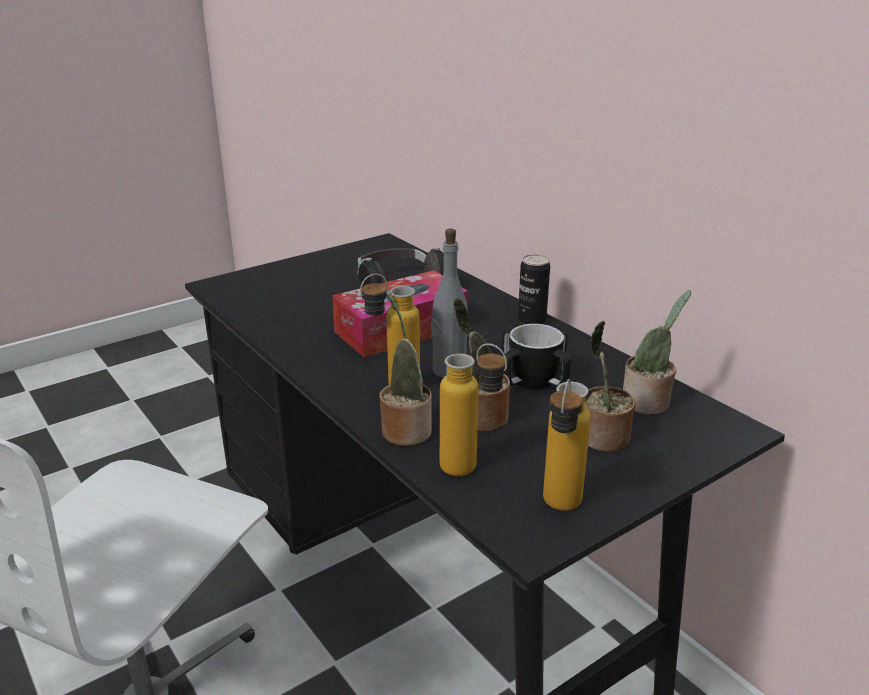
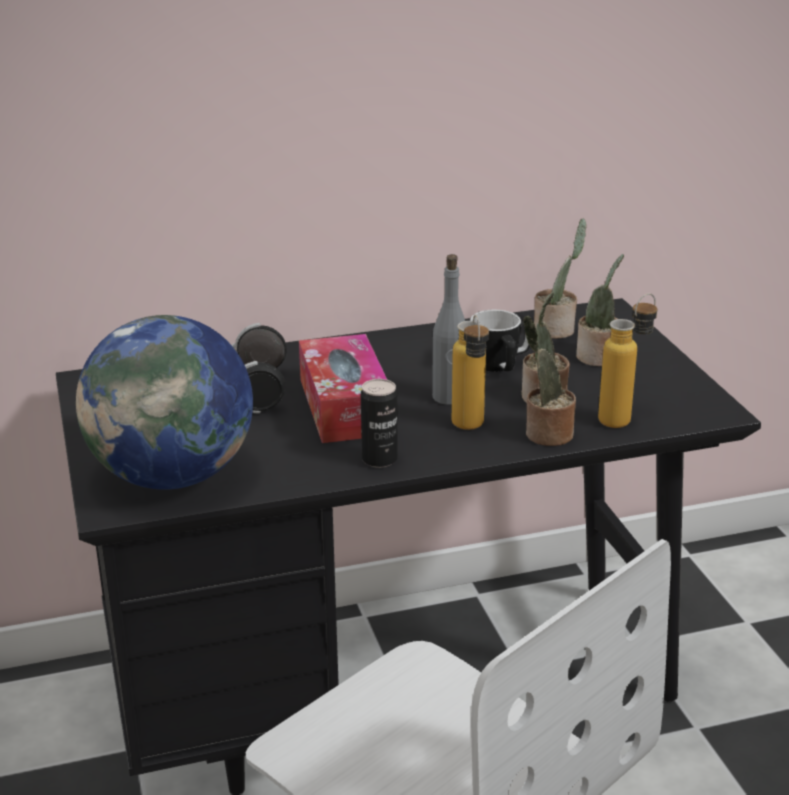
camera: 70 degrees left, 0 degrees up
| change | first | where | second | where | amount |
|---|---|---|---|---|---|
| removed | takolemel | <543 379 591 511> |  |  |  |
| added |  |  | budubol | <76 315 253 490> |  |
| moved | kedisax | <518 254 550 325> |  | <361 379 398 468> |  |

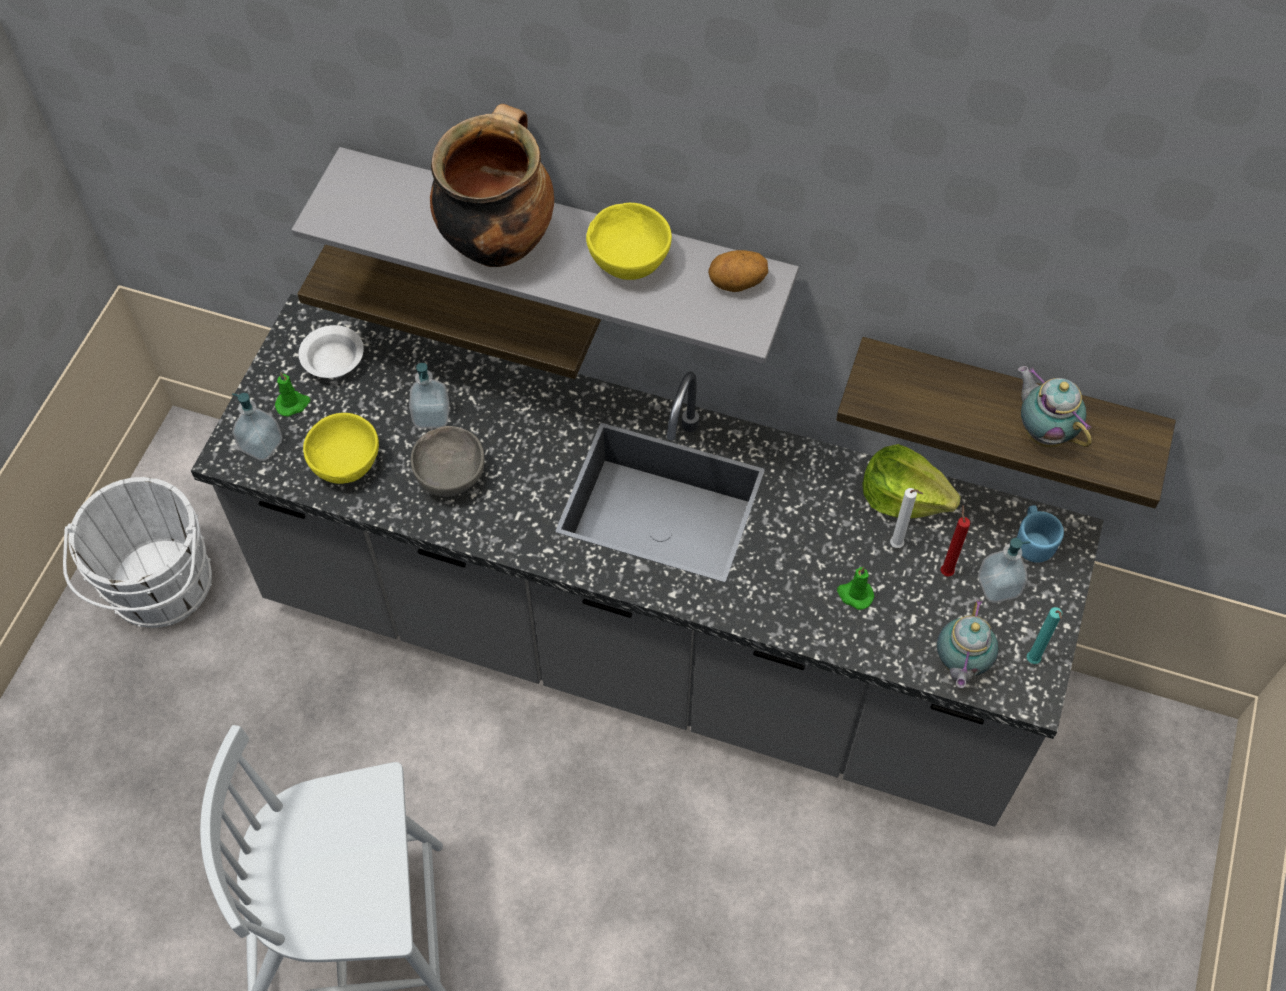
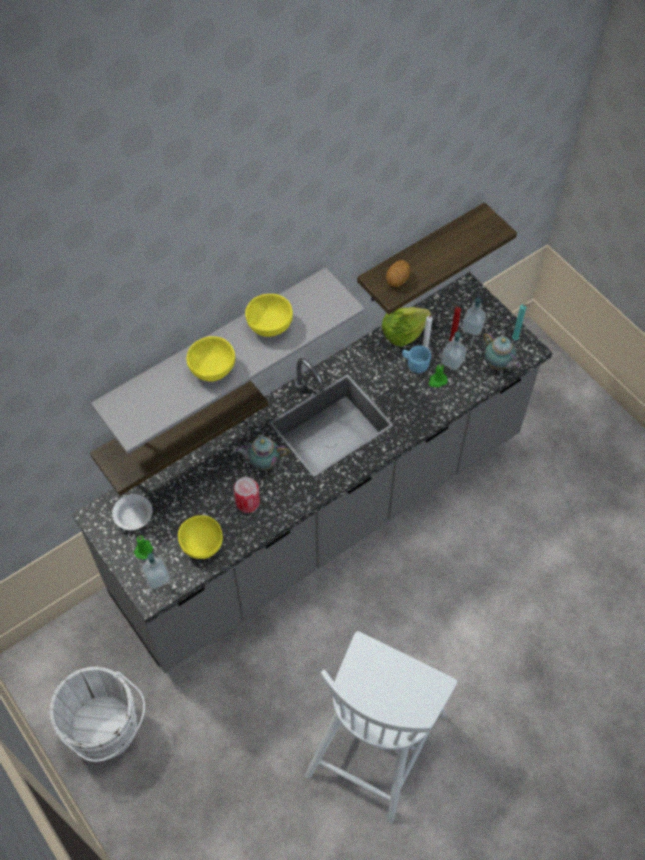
camera: 55 degrees left, 0 degrees up
| change | first | where | second | where | amount |
|---|---|---|---|---|---|
| moved | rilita | <409 363 449 428> |  | <441 332 467 370> |  |
| moved | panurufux | <708 250 768 292> |  | <386 260 410 287> |  |
| moved | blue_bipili | <1017 505 1064 563> |  | <402 345 431 373> |  |
| moved | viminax | <1018 366 1092 447> |  | <235 436 290 471> |  |
| replaced | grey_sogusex | <410 426 485 497> | kedisax | <234 477 260 513> |  |
| replaced | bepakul | <430 104 554 267> | yellow_sogusex | <186 336 235 382> |  |

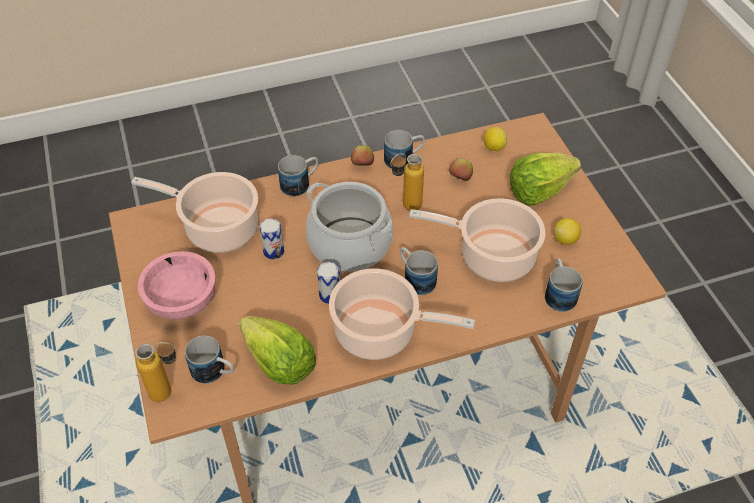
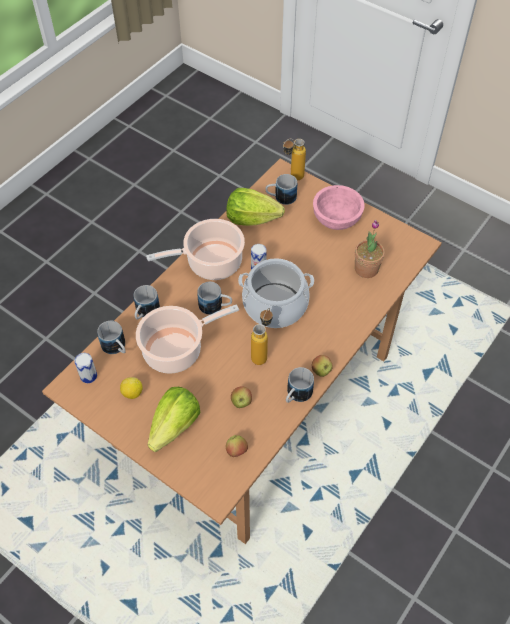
camera: 145 degrees right, 5 degrees up
| change | first | where | second | where | amount |
|---|---|---|---|---|---|
| moved | kedisax | <259 219 284 260> |  | <74 353 97 383> |  |
| moved | bipili | <278 155 318 196> |  | <133 285 160 320> |  |
| replaced | bepakul | <131 172 258 253> | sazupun | <355 220 385 278> |  |
| replaced | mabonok | <484 127 507 151> | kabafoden | <226 435 248 457> |  |

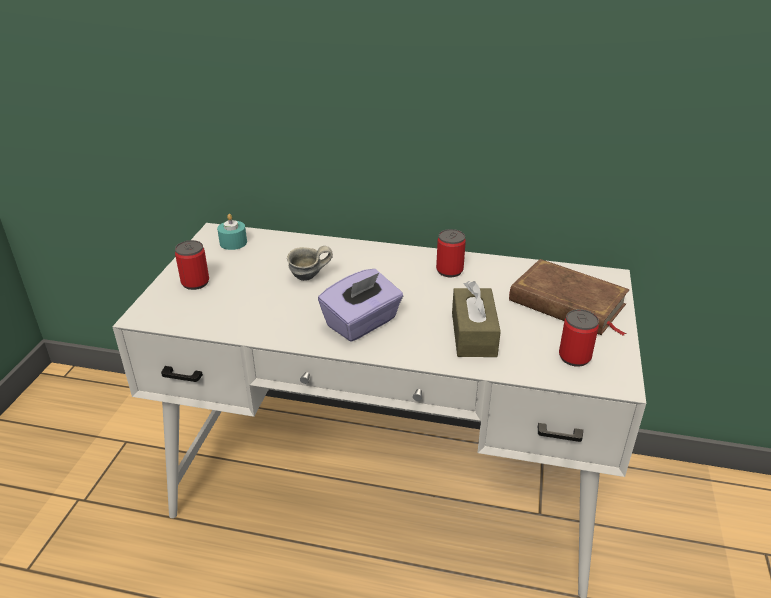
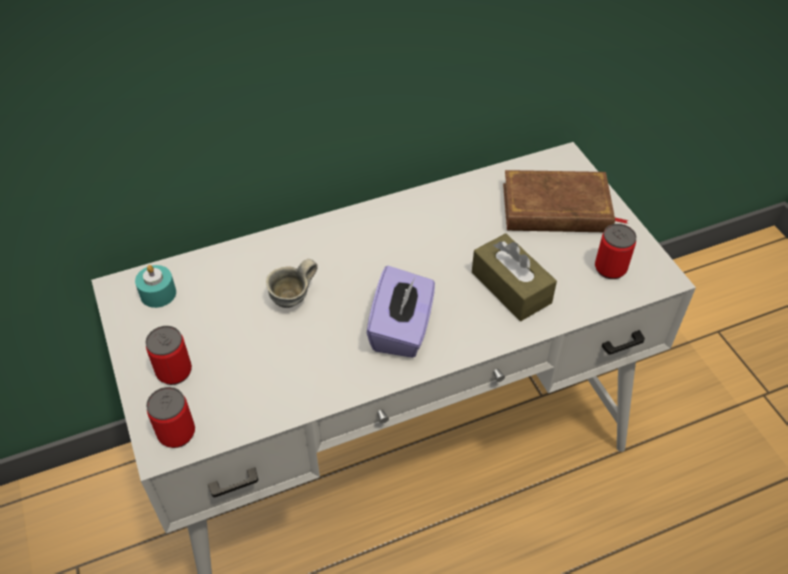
camera: 35 degrees left, 15 degrees up
| change | first | where | second | where | amount |
|---|---|---|---|---|---|
| moved | kedisax | <436 229 466 277> |  | <146 387 195 448> |  |

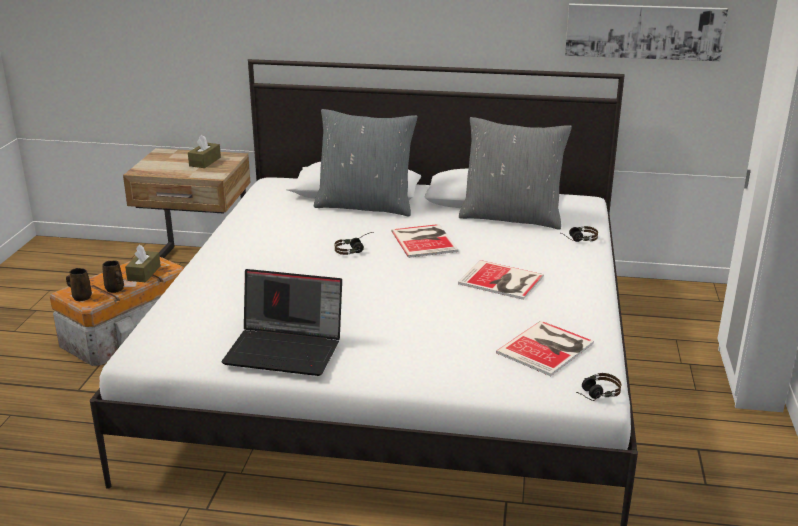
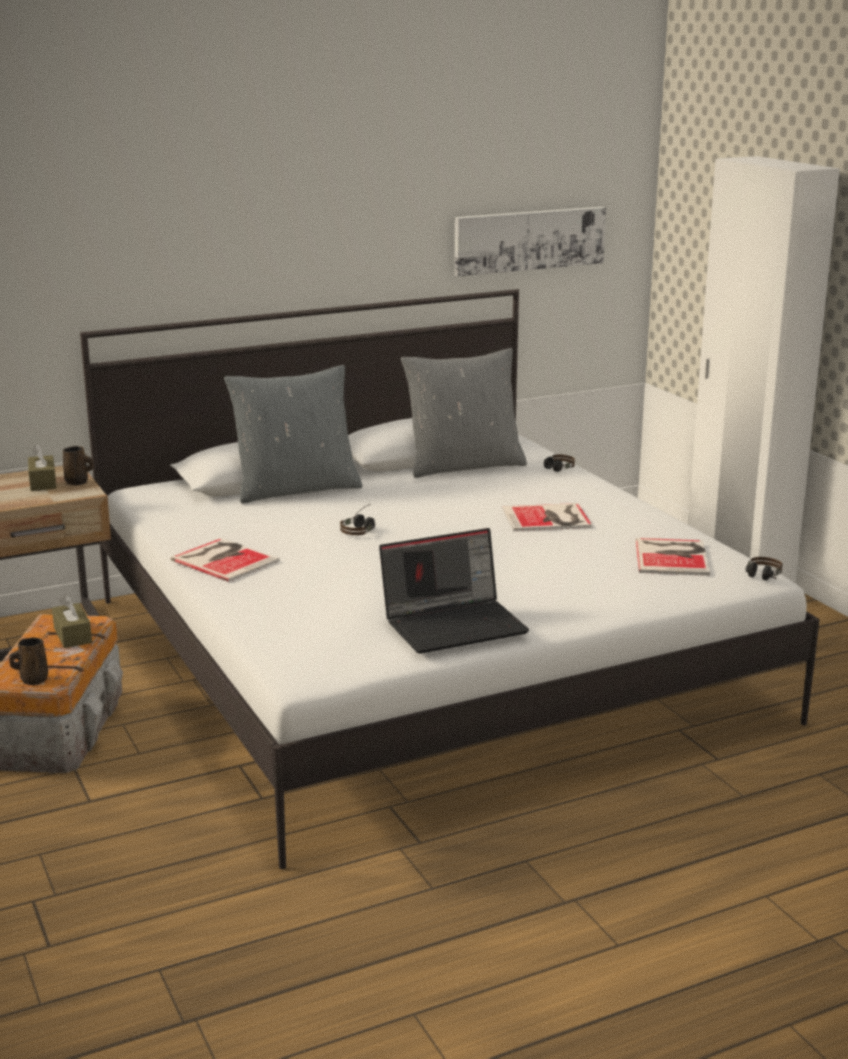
camera: 35 degrees left, 5 degrees down
| change | first | where | second | where | amount |
|---|---|---|---|---|---|
| moved | brown_bipili | <102 260 124 293> |  | <63 446 93 485> |  |
| moved | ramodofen | <391 224 459 258> |  | <171 538 280 582> |  |

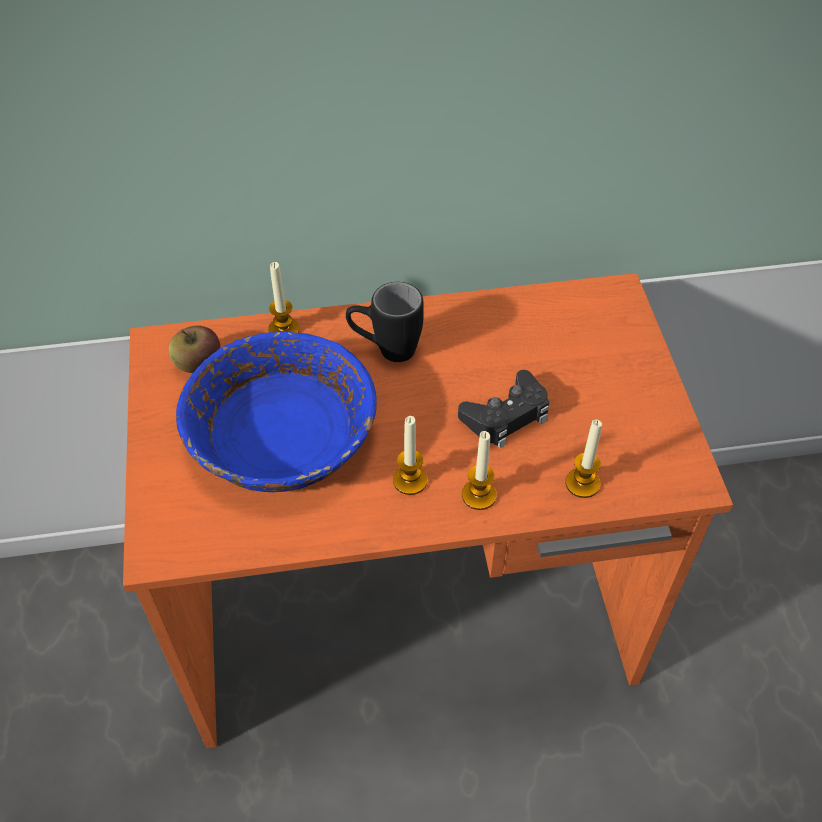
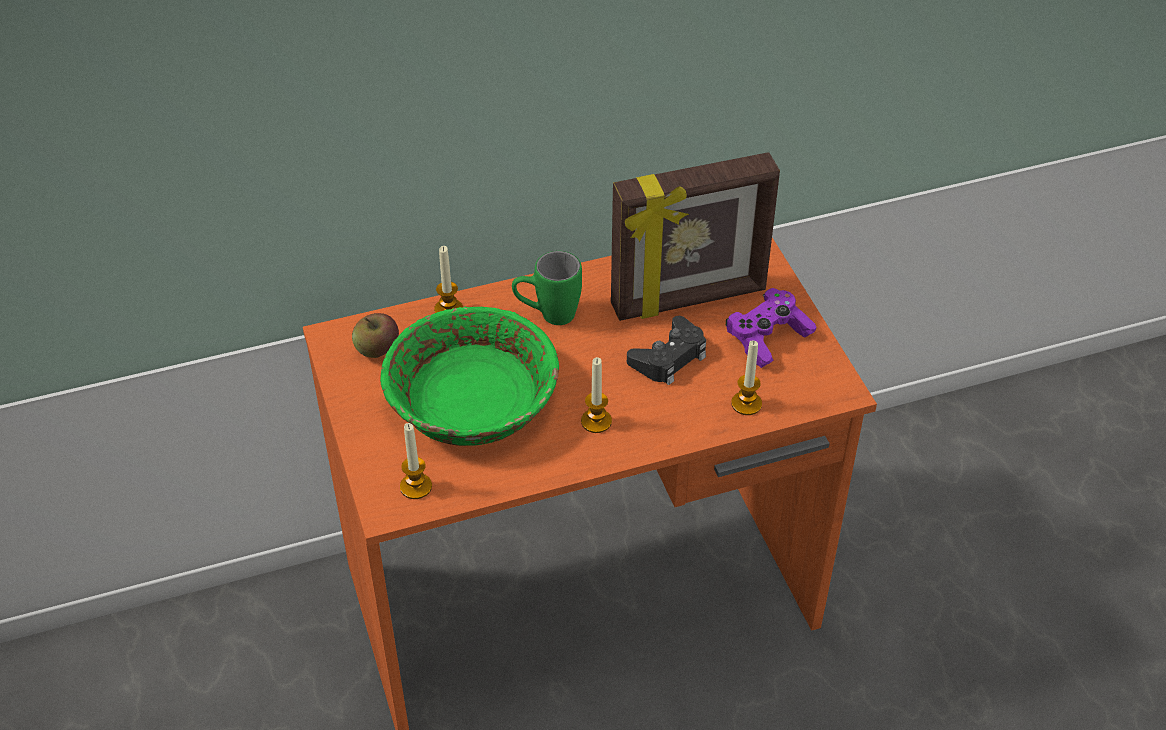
camera: 10 degrees left, 5 degrees down
| change | first | where | second | where | amount |
|---|---|---|---|---|---|
| added |  |  | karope | <611 152 780 321> |  |
| added |  |  | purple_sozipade | <726 288 816 368> |  |
| moved | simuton | <462 431 497 510> |  | <400 423 432 499> |  |
| recoloured | blue_sogusex | <176 331 377 492> | green_sogusex | <380 307 559 446> |  |
| recoloured | black_bipili | <346 282 424 362> | green_bipili | <512 251 582 325> |  |

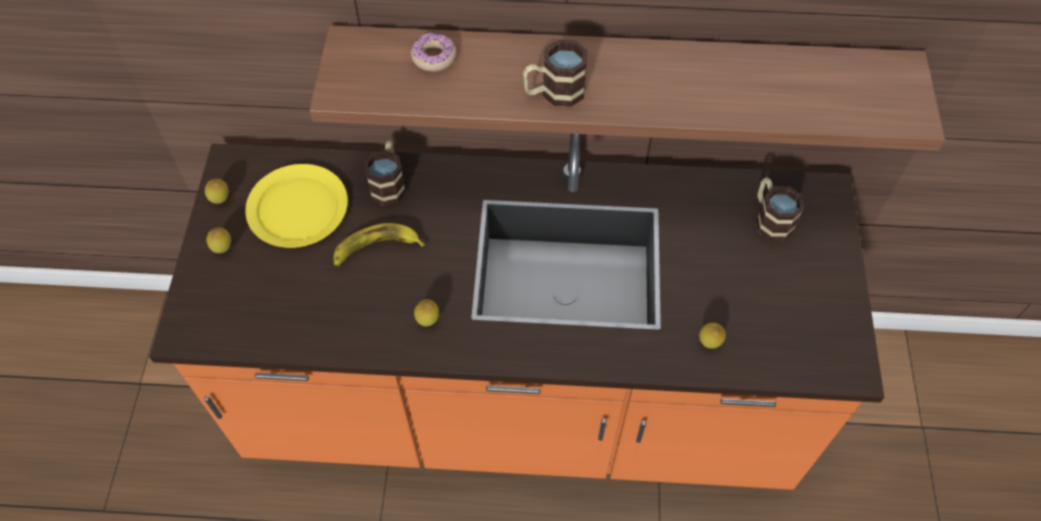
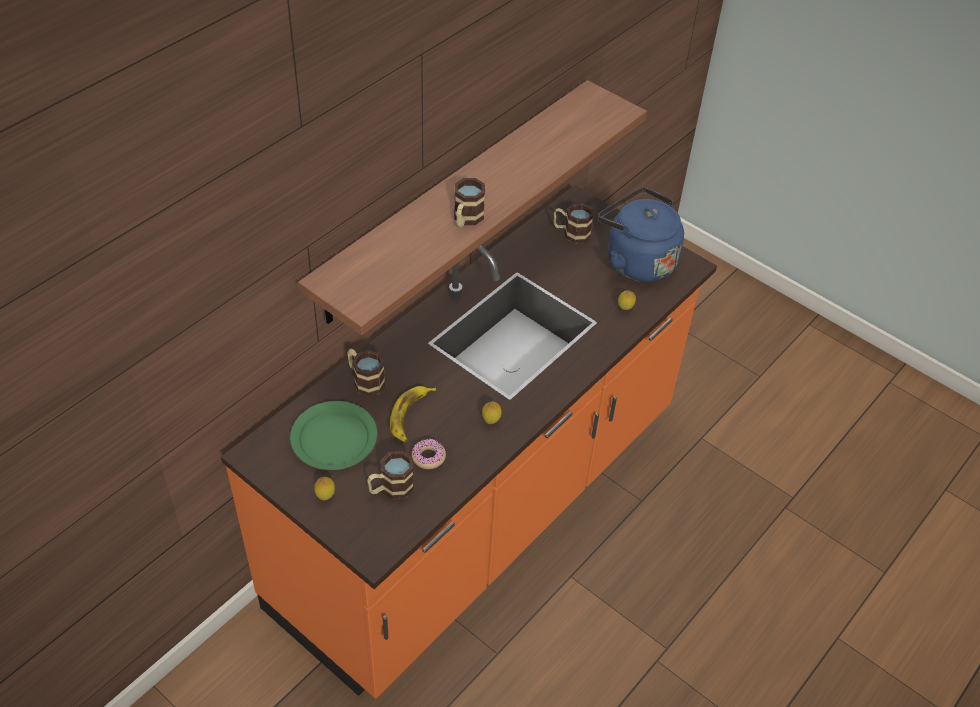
camera: 55 degrees left, 10 degrees down
| change | first | where | second | where | amount |
|---|---|---|---|---|---|
| removed | mabonok | <205 179 229 204> |  |  |  |
| added |  |  | bipili | <367 451 414 499> |  |
| added |  |  | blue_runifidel | <598 187 684 282> |  |
| moved | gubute | <411 33 457 72> |  | <412 439 446 469> |  |
| recoloured | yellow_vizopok | <245 164 348 248> | green_vizopok | <290 401 377 470> |  |

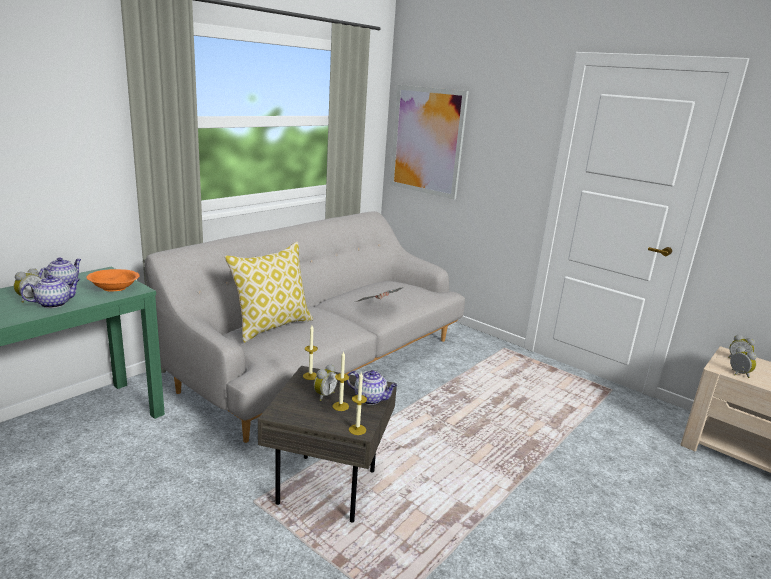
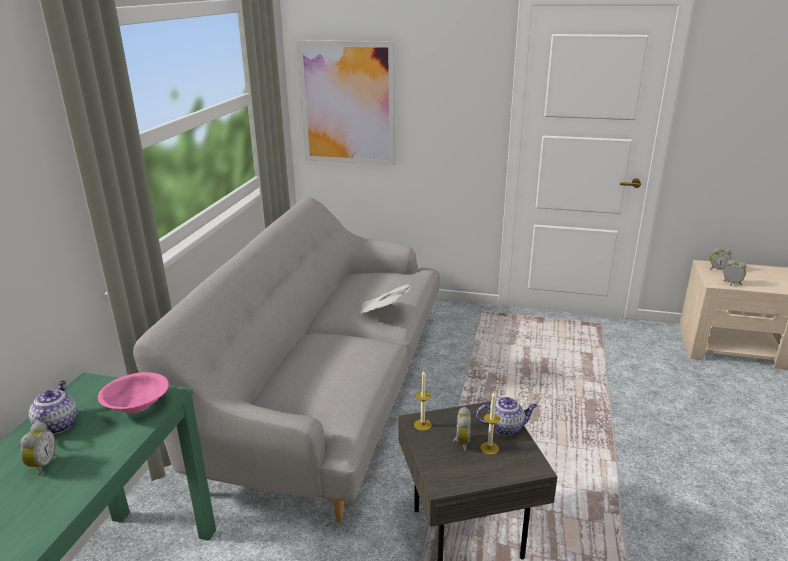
camera: 25 degrees left, 5 degrees up
| change | first | where | second | where | amount |
|---|---|---|---|---|---|
| removed | viminax | <21 275 81 308> |  |  |  |
| removed | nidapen | <225 242 313 343> |  |  |  |
| removed | simuton | <349 372 367 435> |  |  |  |
| recoloured | orange_sogusex | <86 269 140 292> | pink_sogusex | <98 372 169 413> |  |

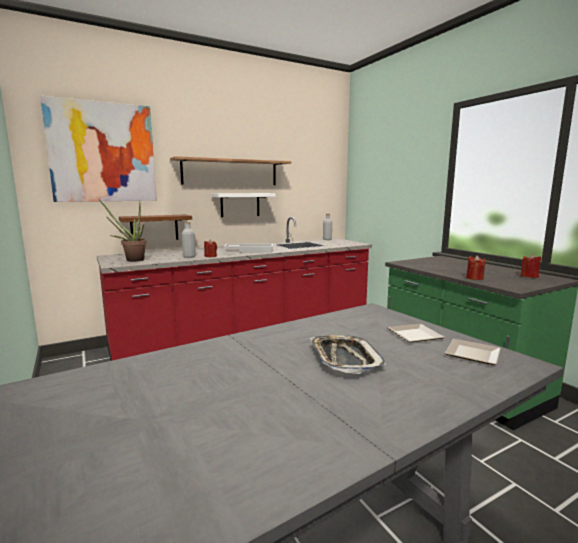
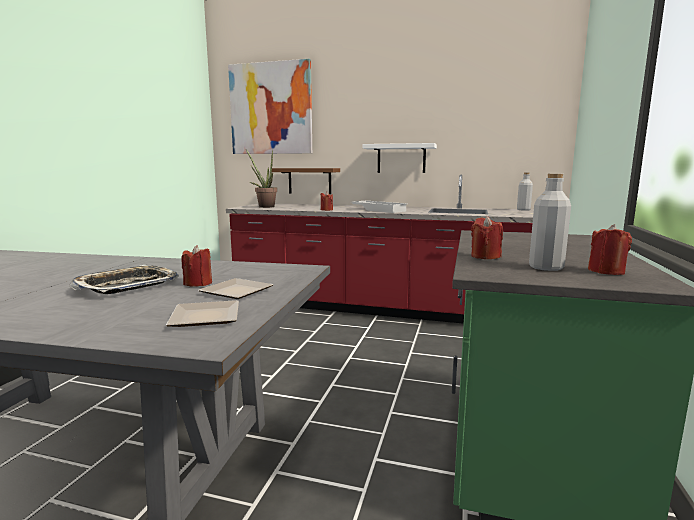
camera: 45 degrees right, 0 degrees up
| change | first | where | second | where | amount |
|---|---|---|---|---|---|
| removed | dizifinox | <170 156 292 185> |  |  |  |
| added |  |  | red_simuton | <181 245 212 287> |  |
| moved | grey_takolemel | <182 222 196 258> |  | <529 174 571 271> |  |

